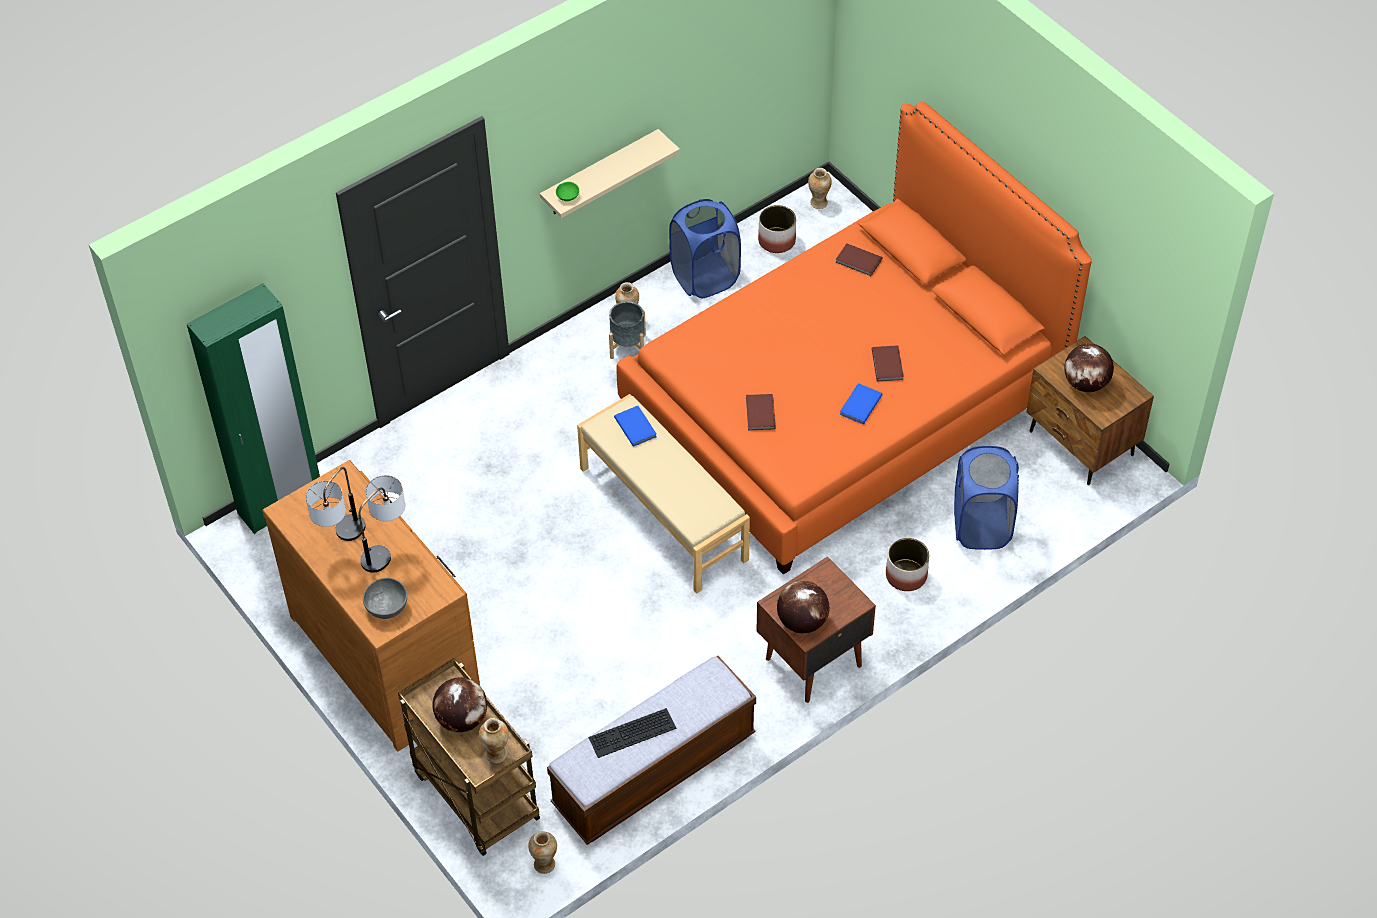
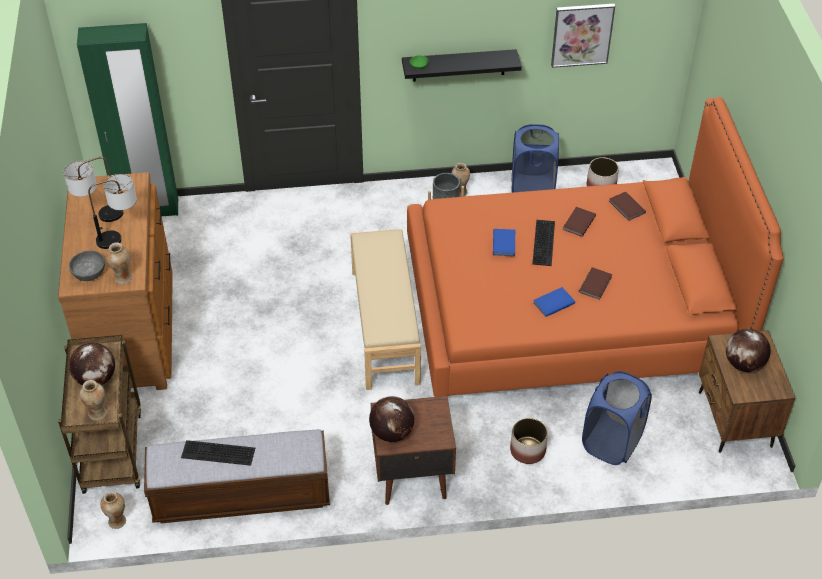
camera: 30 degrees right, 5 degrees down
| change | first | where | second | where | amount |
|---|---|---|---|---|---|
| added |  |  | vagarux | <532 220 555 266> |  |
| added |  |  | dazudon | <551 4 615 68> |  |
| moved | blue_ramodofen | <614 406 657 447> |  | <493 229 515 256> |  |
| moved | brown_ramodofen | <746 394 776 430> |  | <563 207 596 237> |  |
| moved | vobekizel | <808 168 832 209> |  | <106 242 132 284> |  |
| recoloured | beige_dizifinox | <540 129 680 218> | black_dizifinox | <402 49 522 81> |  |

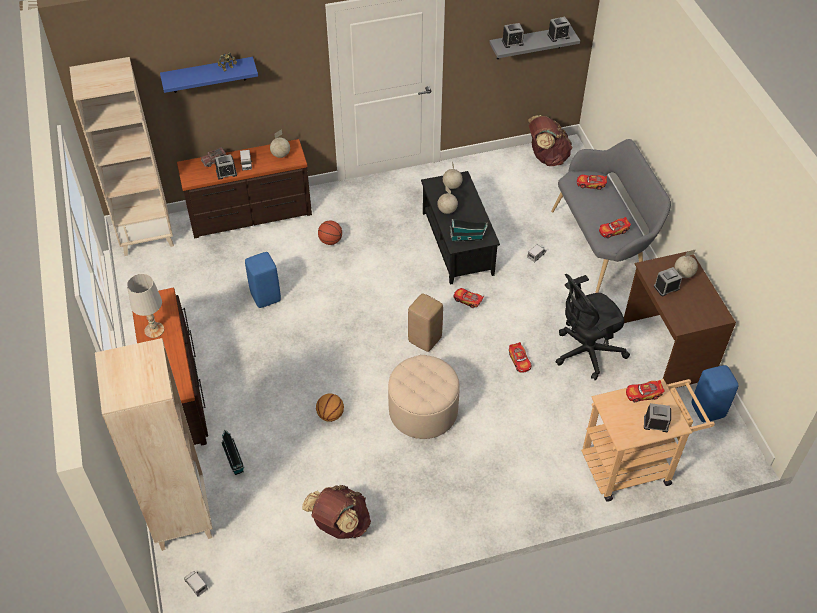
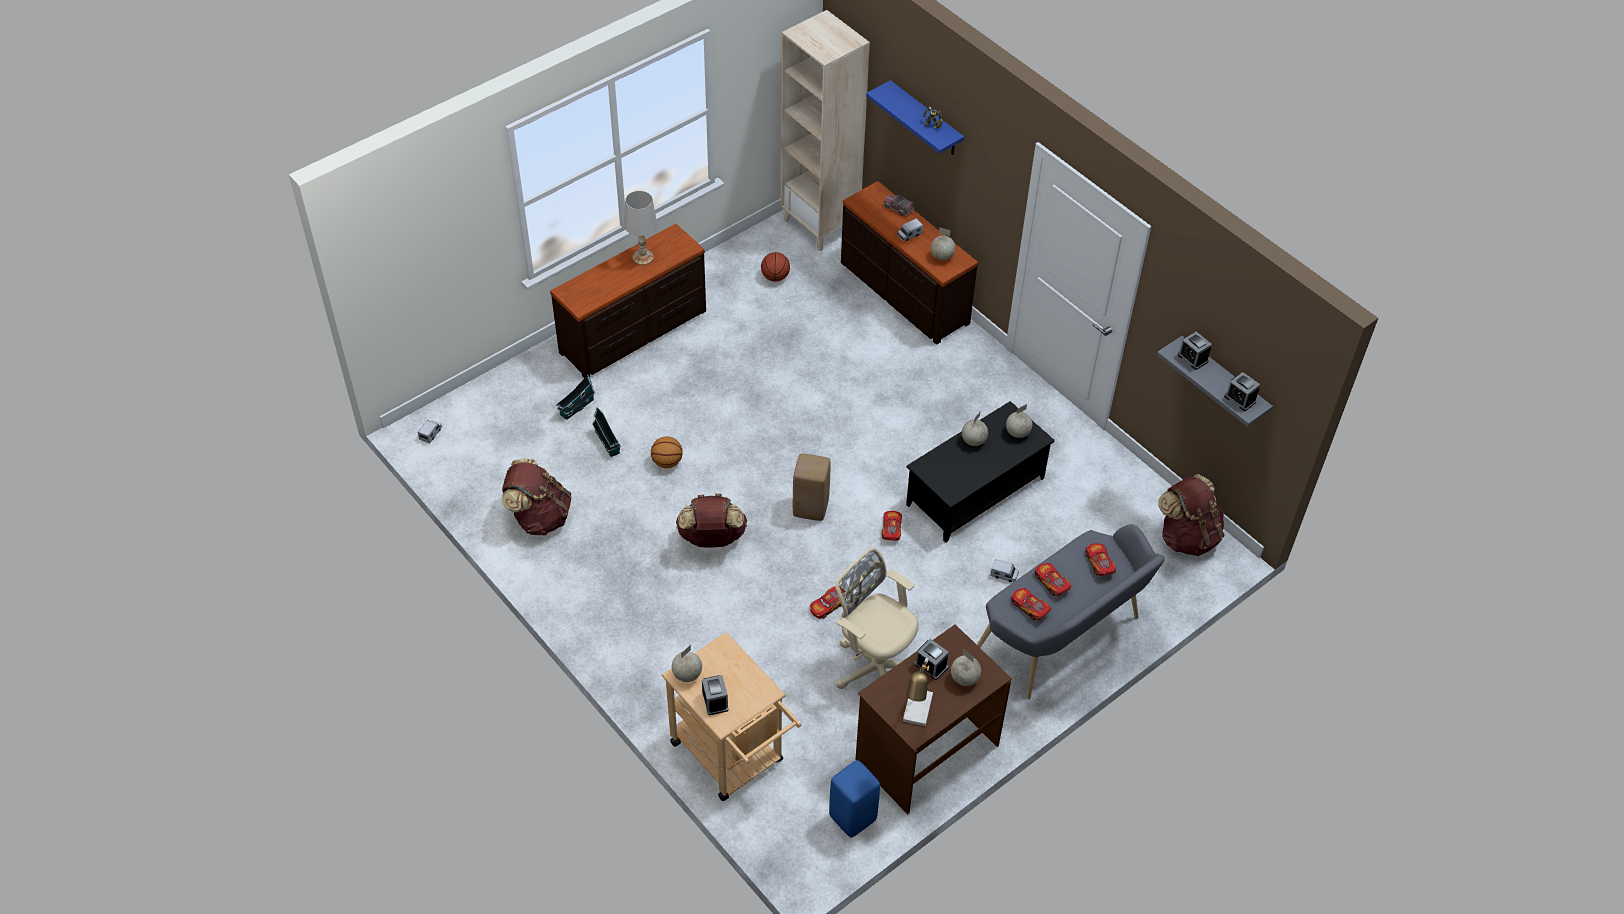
camera: 65 degrees right, 0 degrees up
| change | first | where | second | where | amount |
|---|---|---|---|---|---|
| removed | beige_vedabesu | <95 338 213 551> |  |  |  |
| removed | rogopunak | <215 154 237 180> |  |  |  |
| removed | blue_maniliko | <245 252 281 308> |  |  |  |
| added |  |  | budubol | <672 645 702 682> |  |
| added |  |  | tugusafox | <903 658 933 726> |  |
| moved | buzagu | <318 221 342 245> |  | <761 252 790 282> |  |
| moved | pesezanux | <450 219 488 242> |  | <592 407 621 457> |  |
| moved | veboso | <626 380 665 402> |  | <1035 563 1072 596> |  |
| replaced | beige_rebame | <388 355 460 439> | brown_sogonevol | <676 494 747 548> |  |
| recoloured | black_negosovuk | <556 274 630 380> | beige_negosovuk | <835 547 919 689> |  |

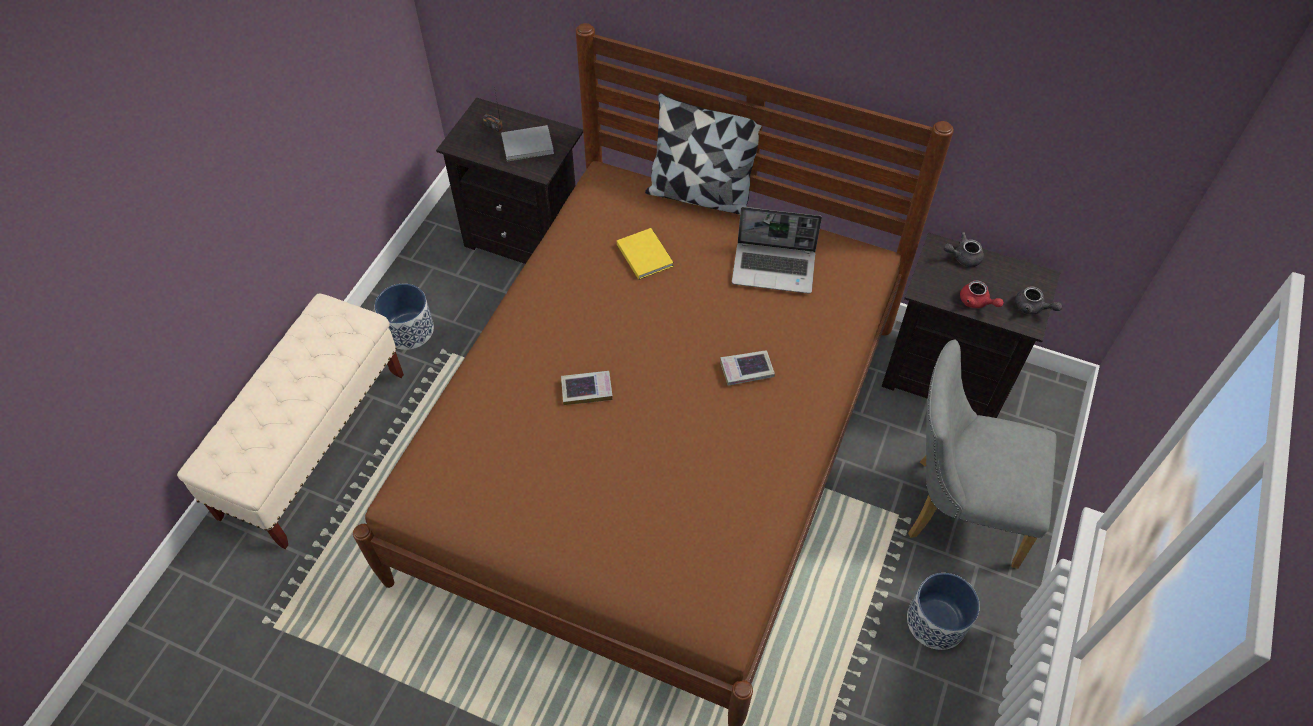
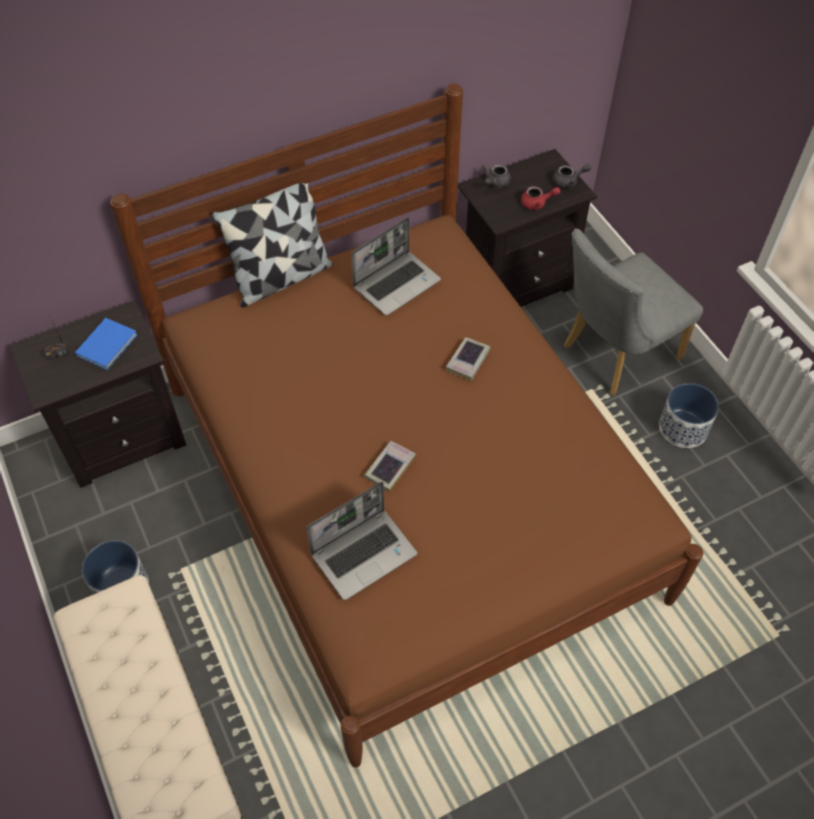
camera: 50 degrees left, 0 degrees up
| change | first | where | second | where | amount |
|---|---|---|---|---|---|
| removed | yellow_ramodofen | <617 228 674 280> |  |  |  |
| added |  |  | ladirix | <306 481 417 600> |  |
| recoloured | grey_ramodofen | <501 125 554 162> | blue_ramodofen | <75 318 137 370> |  |

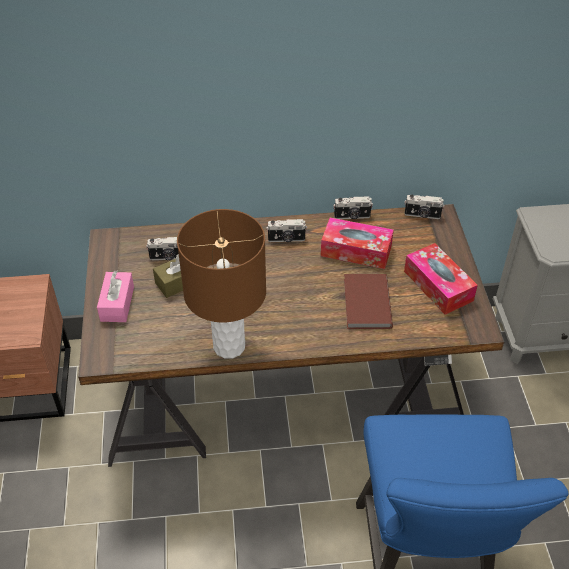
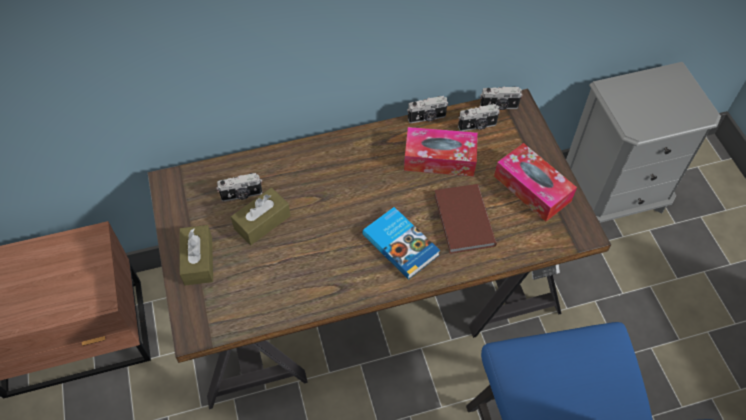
camera: 10 degrees left, 10 degrees up
| change | first | where | second | where | amount |
|---|---|---|---|---|---|
| removed | brown_tugusafox | <177 209 266 359> |  |  |  |
| added |  |  | ramodofen | <362 207 440 280> |  |
| moved | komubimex | <266 219 307 242> |  | <458 104 500 131> |  |
| recoloured | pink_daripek | <97 270 134 322> | brown_daripek | <179 225 213 285> |  |

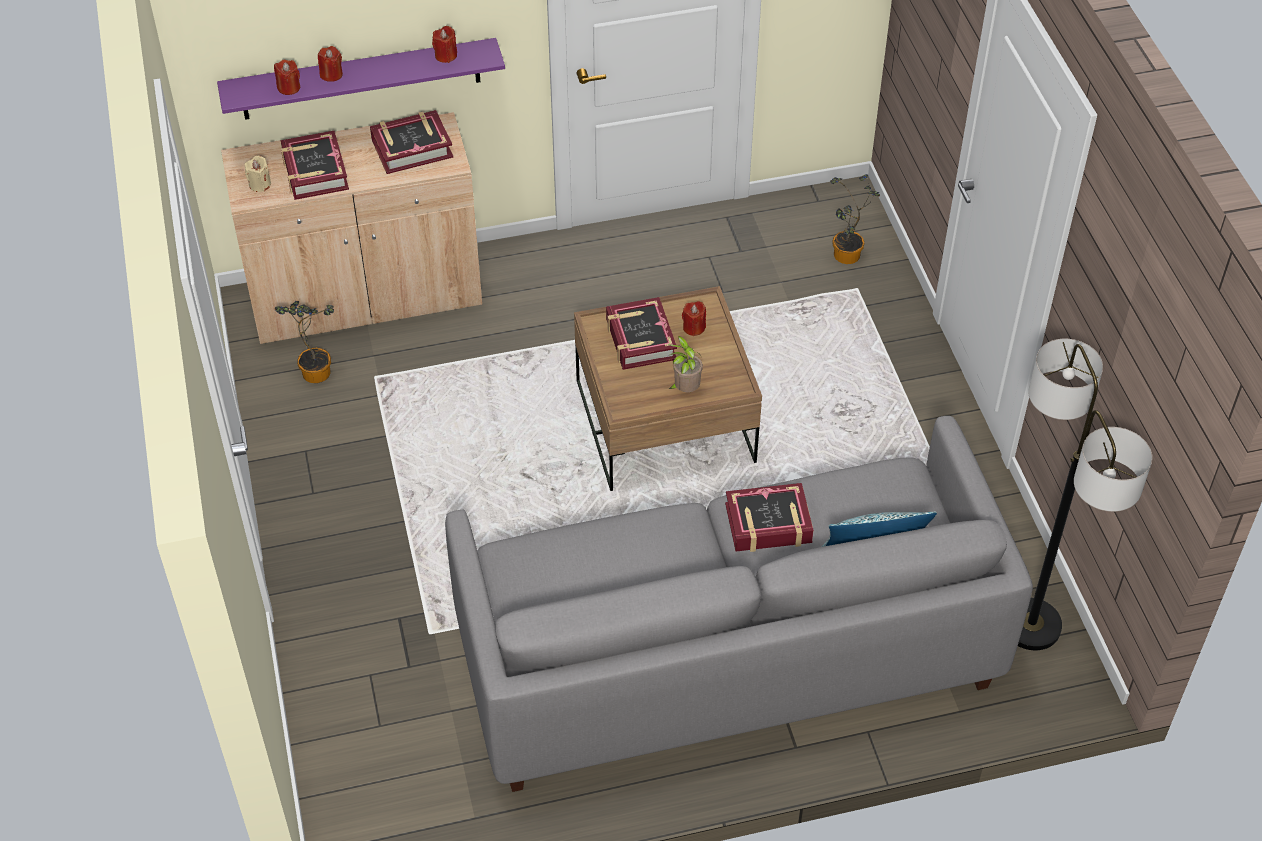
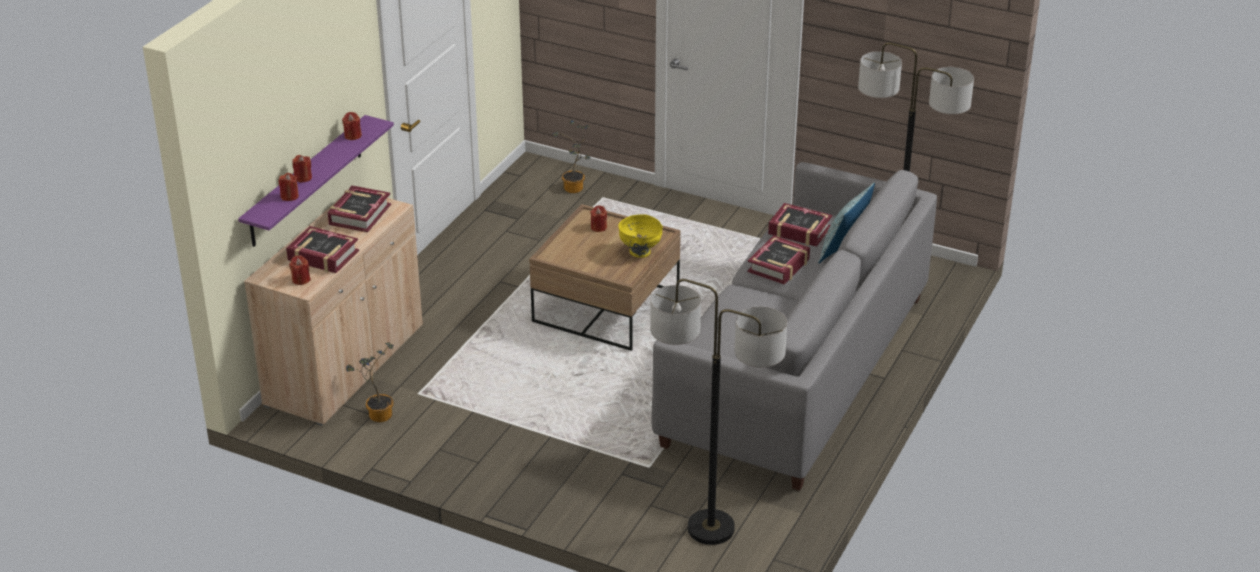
camera: 50 degrees left, 15 degrees down
| change | first | where | second | where | amount |
|---|---|---|---|---|---|
| added |  |  | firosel | <650 279 787 545> |  |
| moved | ramodofen | <606 297 677 370> |  | <768 203 832 247> |  |
| replaced | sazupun | <667 336 703 392> | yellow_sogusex | <618 214 663 258> |  |
| recoloured | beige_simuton | <245 156 271 192> | red_simuton | <289 255 311 285> |  |

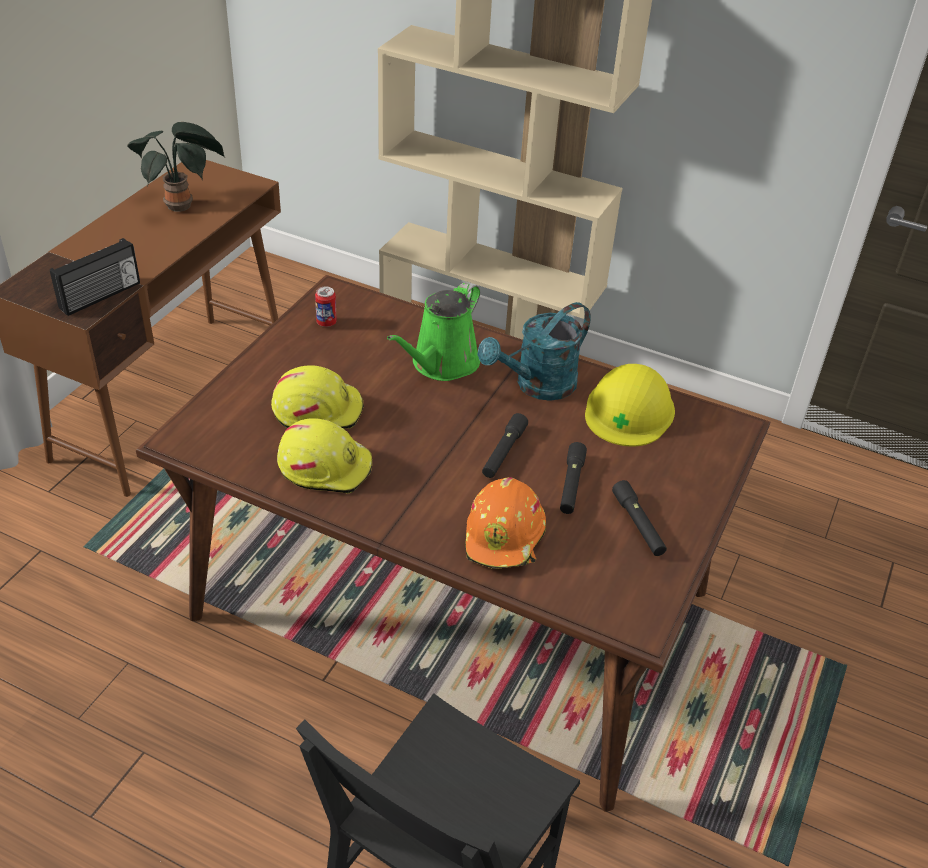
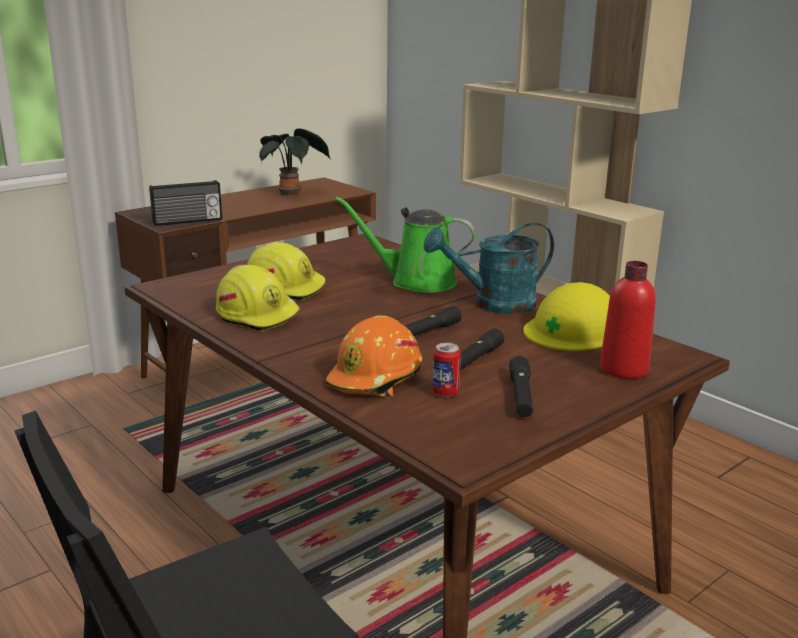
camera: 25 degrees right, 20 degrees down
| change | first | where | second | where | amount |
|---|---|---|---|---|---|
| added |  |  | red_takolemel | <600 261 656 379> |  |
| moved | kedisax | <315 286 337 327> |  | <433 343 461 397> |  |
| turned | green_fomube | <387 282 480 381> |  | <335 197 475 293> | 45 degrees clockwise |

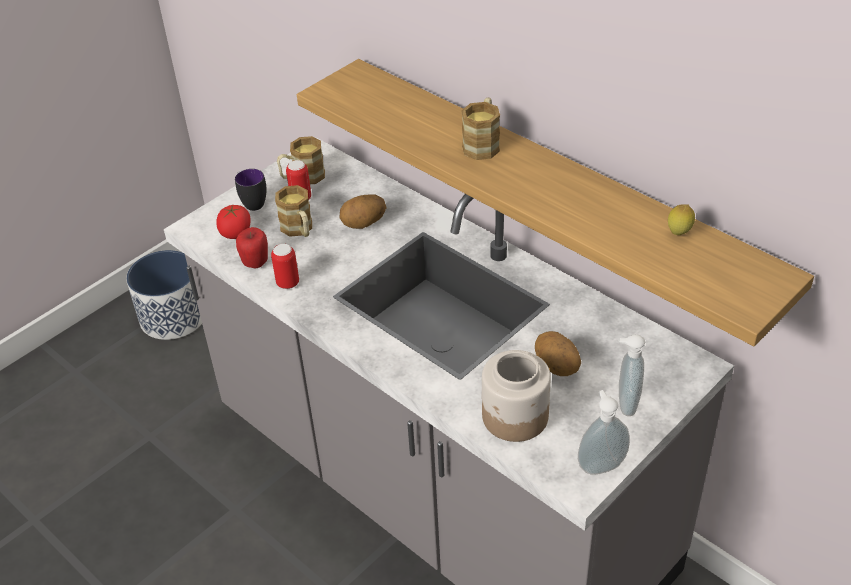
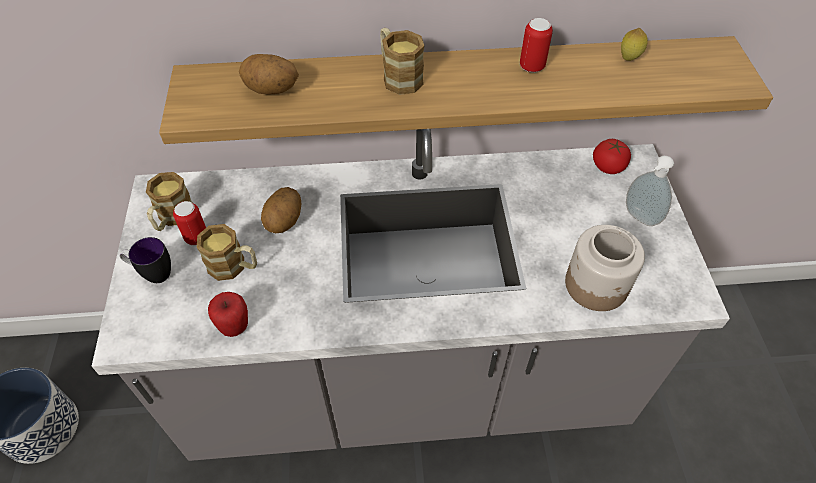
camera: 50 degrees left, 10 degrees up
| change | first | where | second | where | amount |
|---|---|---|---|---|---|
| removed | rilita | <578 390 630 475> |  |  |  |
| moved | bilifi | <216 205 251 239> |  | <593 139 631 174> |  |
| moved | kedisax | <271 244 299 289> |  | <520 18 553 73> |  |
| moved | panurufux | <535 331 581 376> |  | <239 54 299 95> |  |

